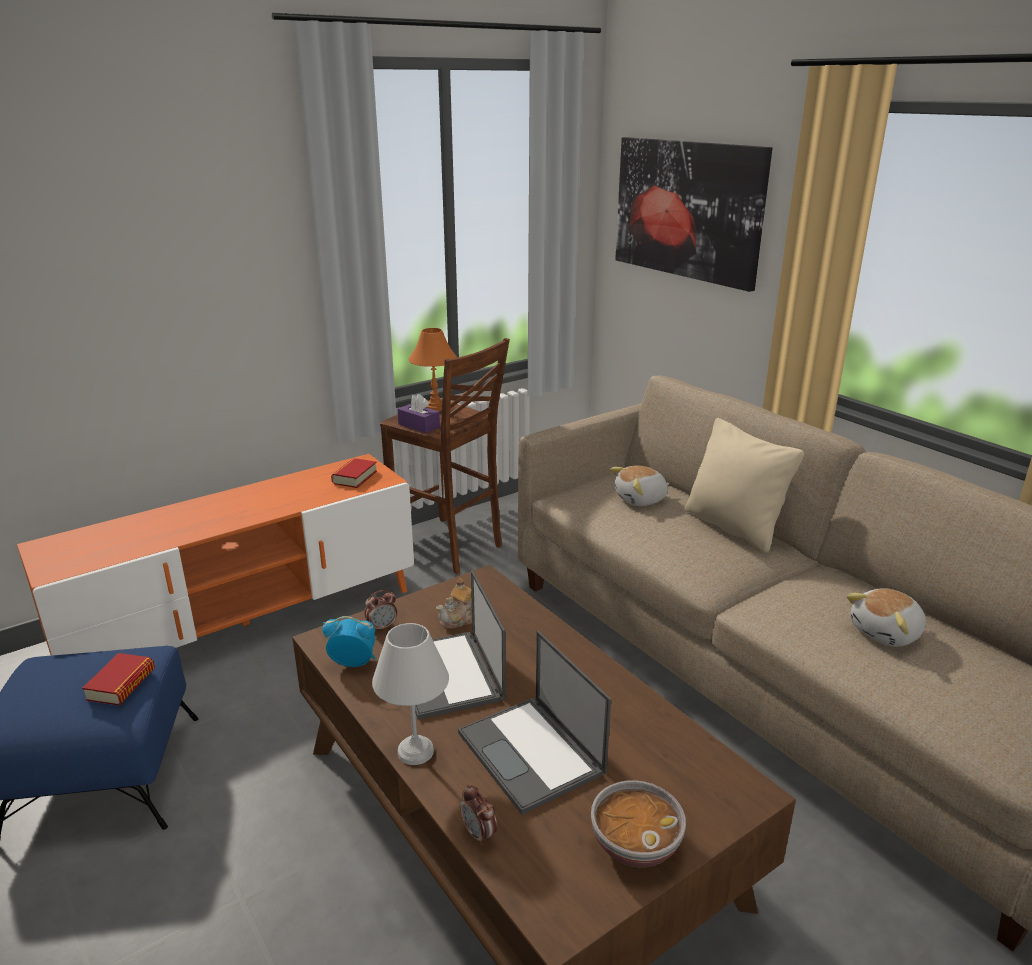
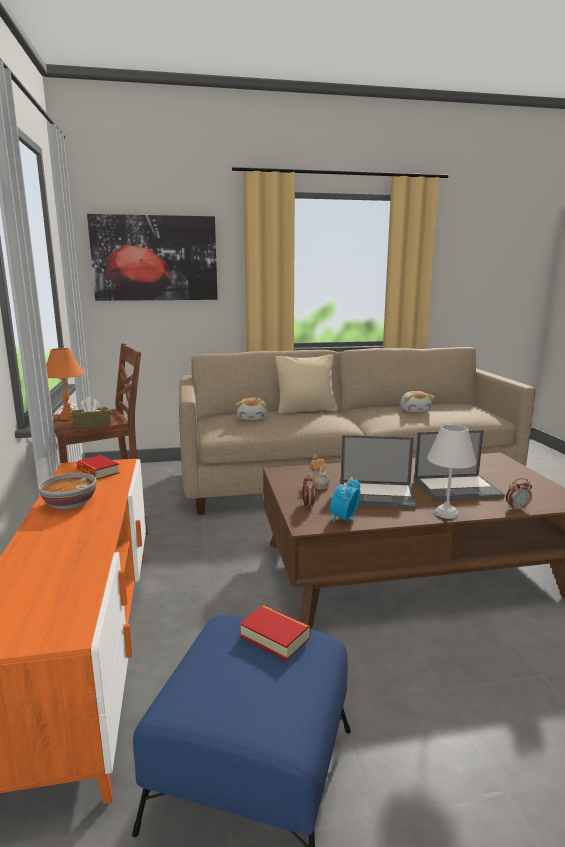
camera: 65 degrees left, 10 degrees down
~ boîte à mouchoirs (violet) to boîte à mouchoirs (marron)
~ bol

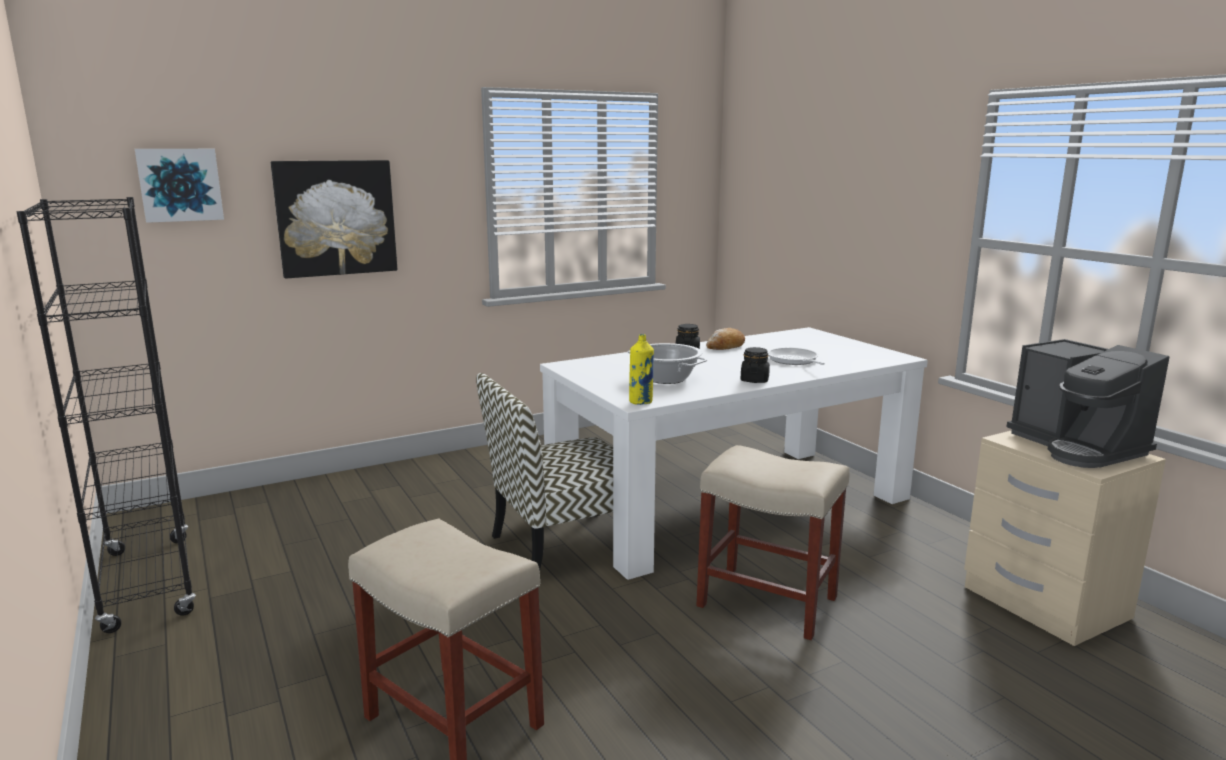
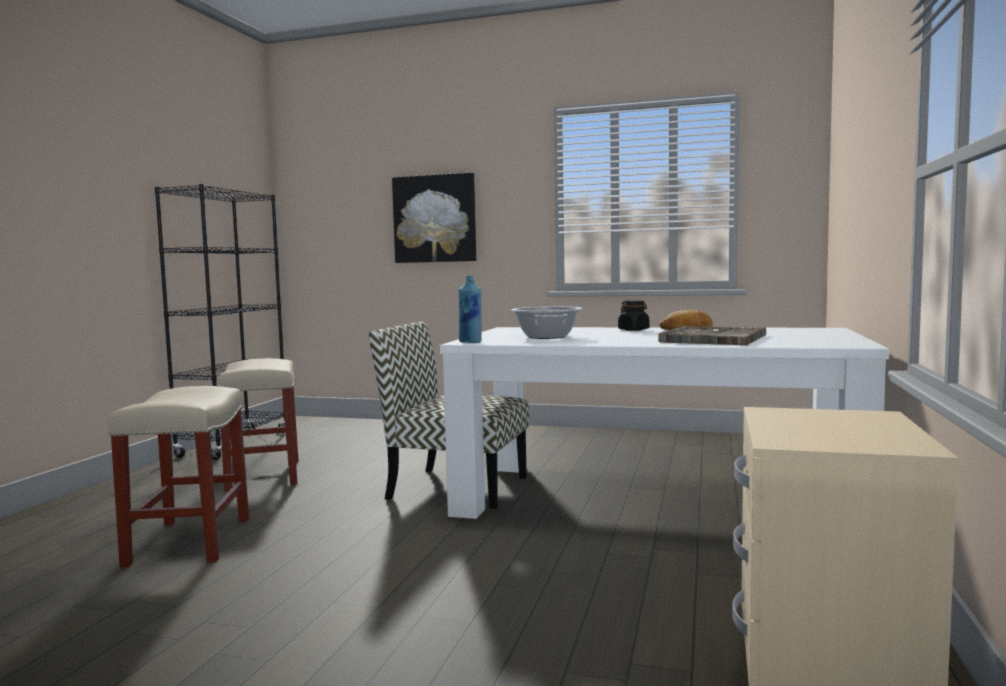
camera: 45 degrees right, 10 degrees down
- tableau (no. 1 from left)
~ bouteille (jaune) to bouteille (bleu)
- machine à café
- bocal (noir) (no. 2 from left)
~ poêle to plateau (gris)
~ tabouret (beige) (no. 2 from left)

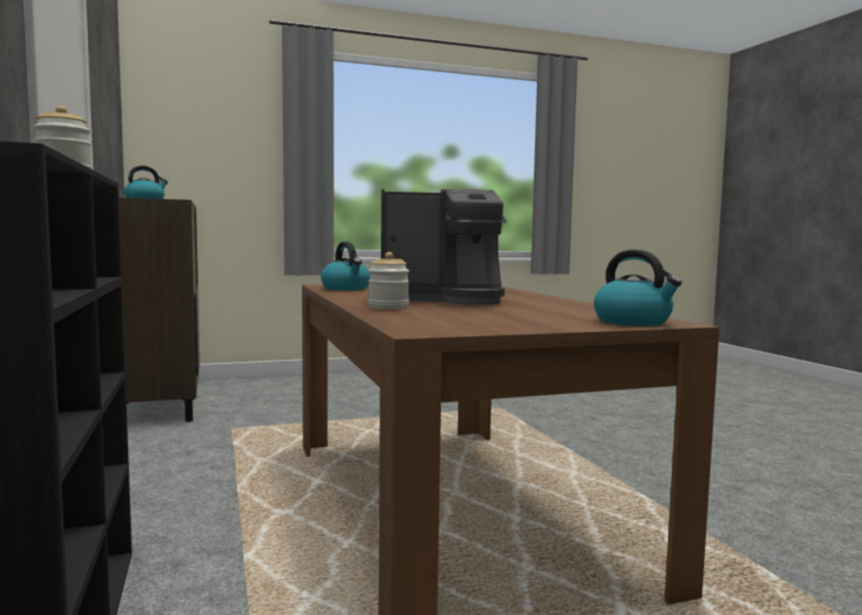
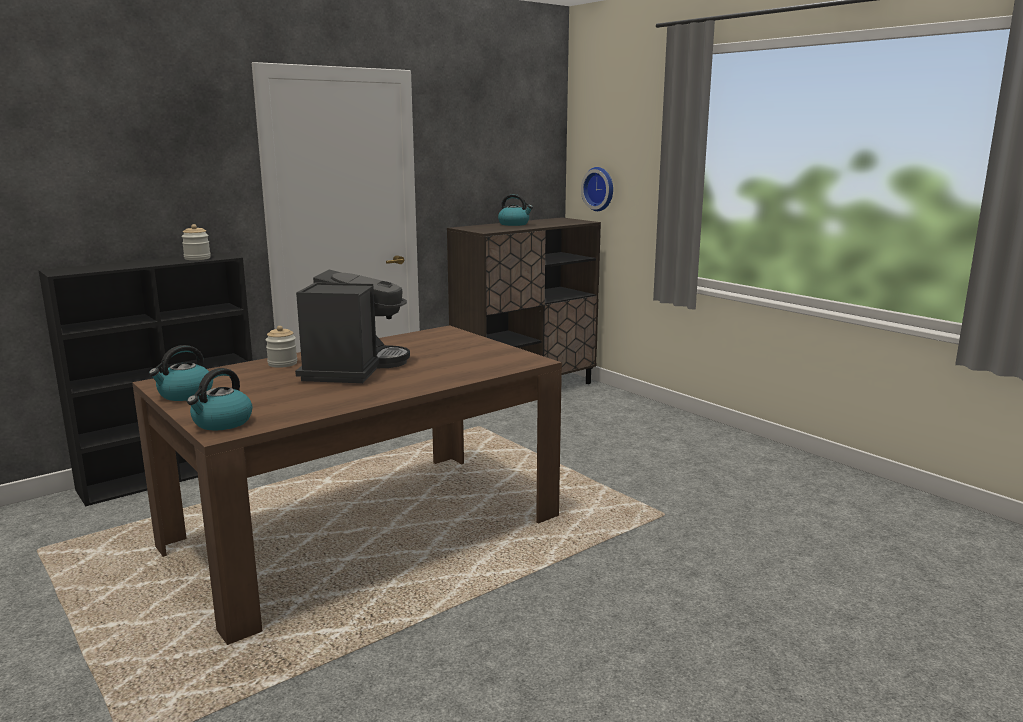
camera: 70 degrees right, 10 degrees up
~ machine à café 150 degrees counterclockwise
~ bouilloire (no. 2 from left in the first image) to bouilloire (no. 1 from left)
+ horloge murale

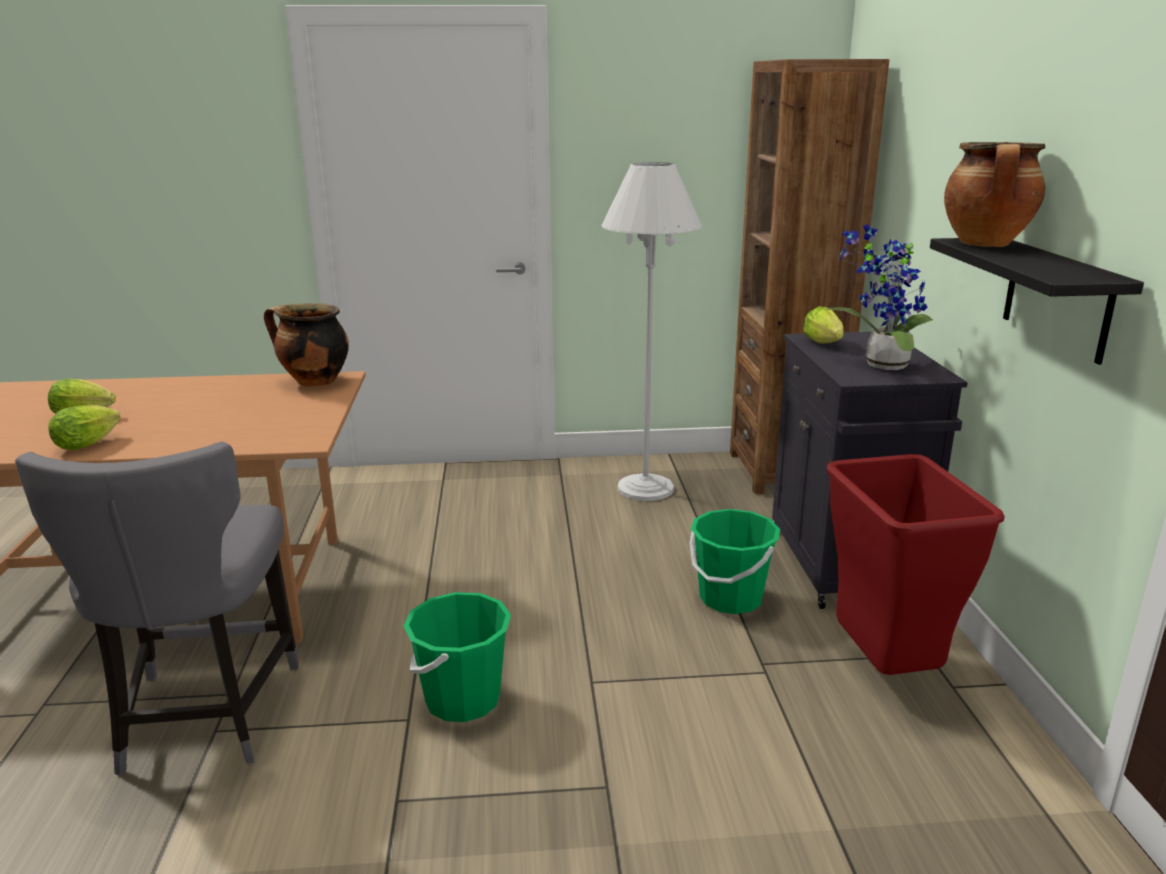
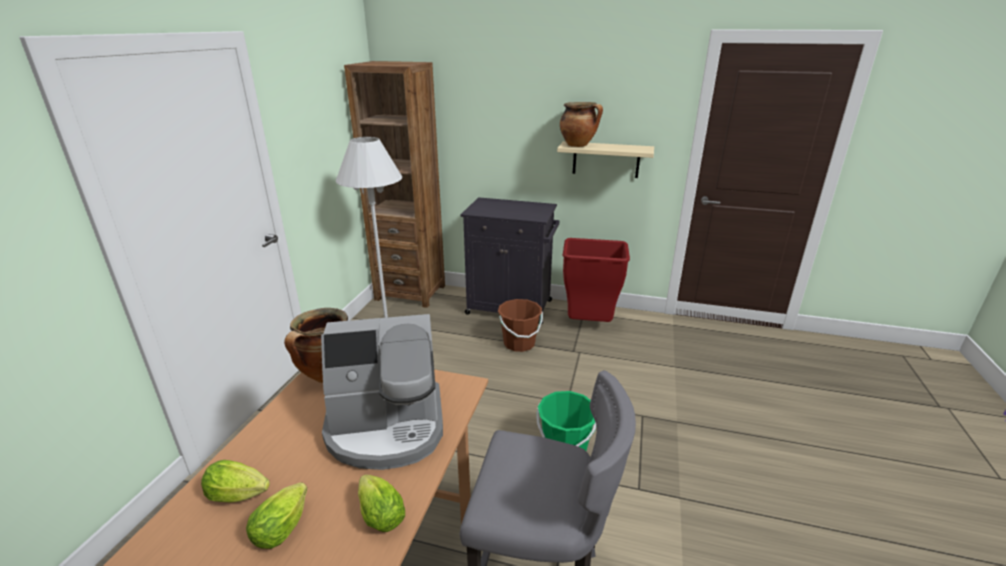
camera: 70 degrees left, 5 degrees up
- plante en pot
~ étagère (noir) to étagère (beige)
~ laitue (no. 3 from left in the first image) to laitue (no. 1 from left)
~ seau (vert) (no. 2 from left) to seau (marron)
+ machine à café

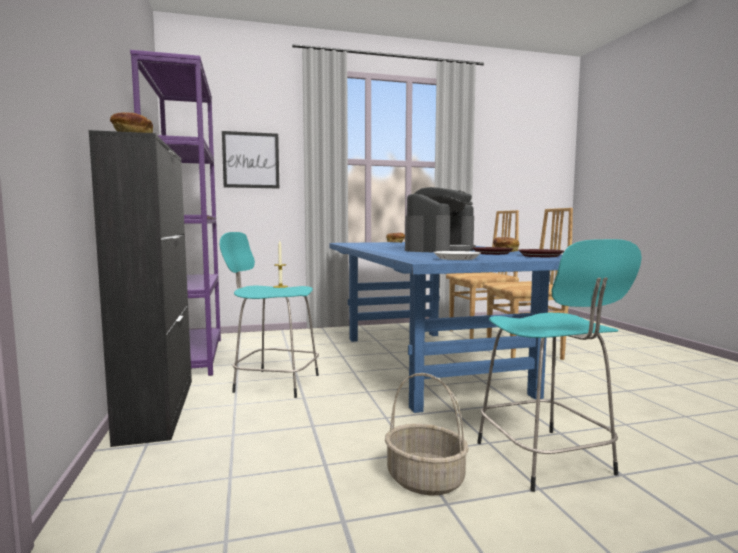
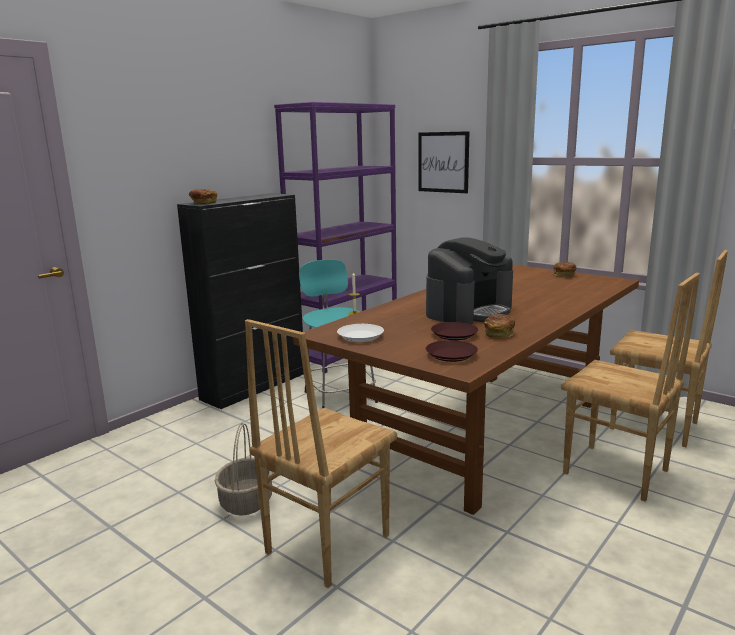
camera: 55 degrees right, 10 degrees up
~ machine à café 45 degrees counterclockwise
~ tabouret (turquoise) (no. 2 from left) to chaise (marron) (no. 1 from left)
~ table à manger (bleu) to table à manger (marron)

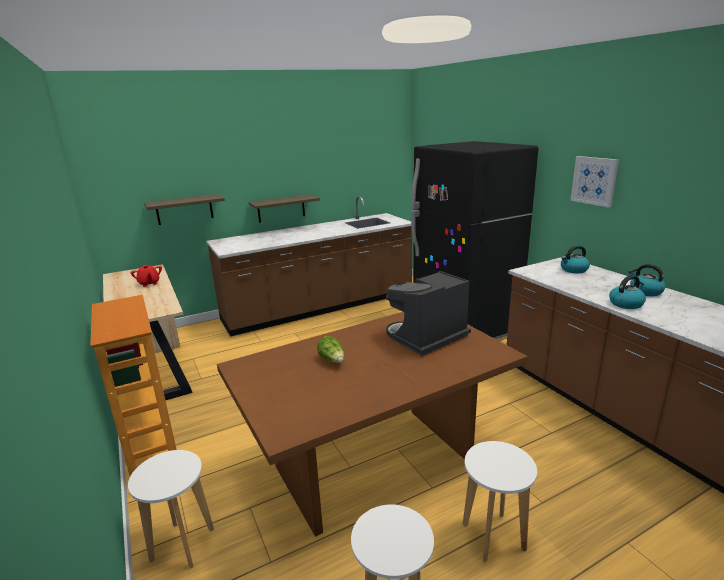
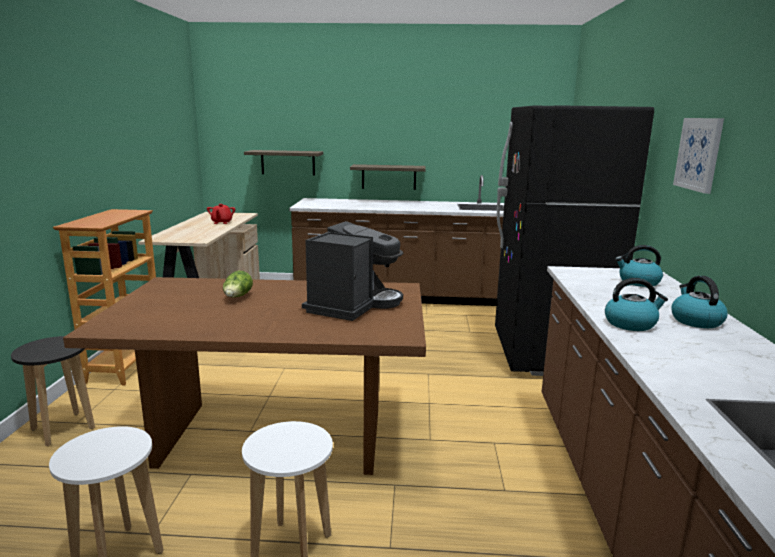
camera: 30 degrees right, 5 degrees down
~ machine à café 120 degrees clockwise
~ tabouret (blanc) (no. 1 from left) to tabouret (noir)

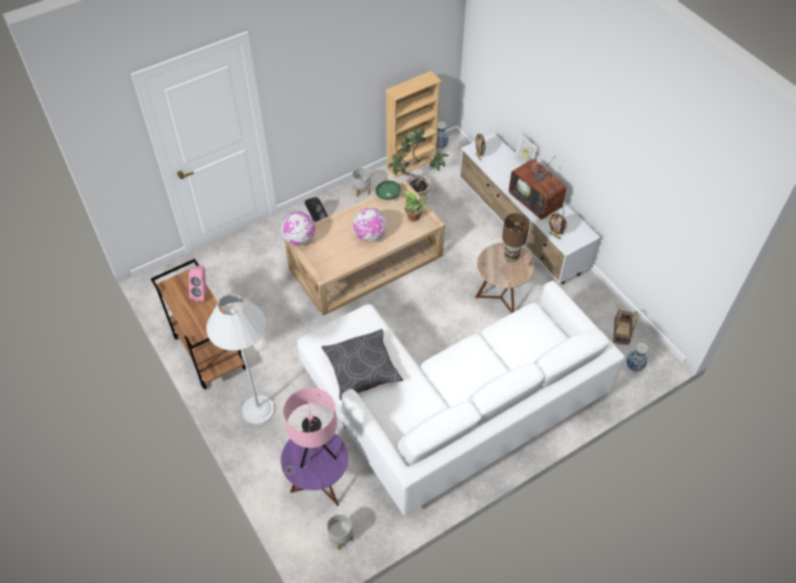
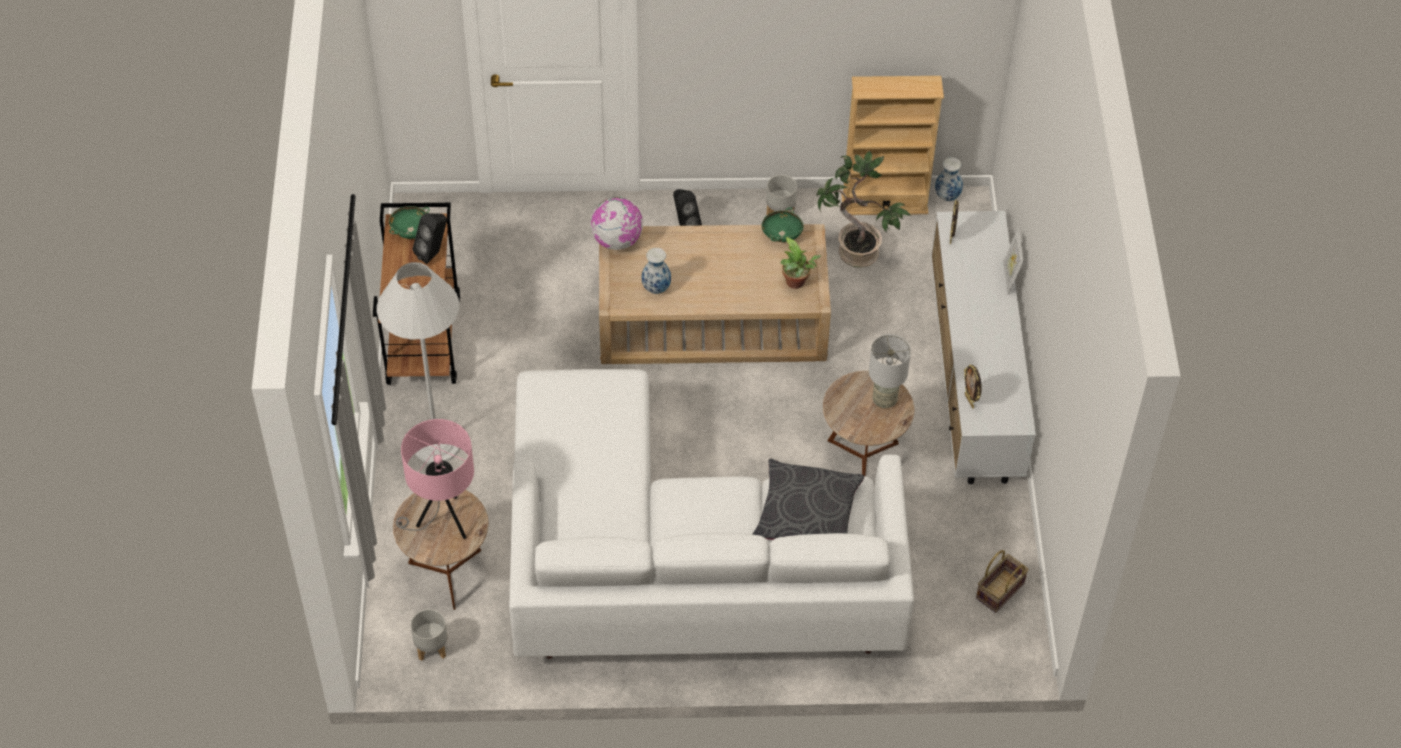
camera: 30 degrees right, 0 degrees up
- téléviseur
- globe (no. 2 from left)
~ lampe de table (marron) to lampe de table (gris)
~ enceinte (rose) to enceinte (noir) (no. 1 from left)
~ coussin (gris)
~ vase (no. 2 from left in the first image) to vase (no. 1 from left)
~ table d'appoint (violet) to table d'appoint (marron) (no. 1 from left)
+ bol (vert) (no. 1 from left)

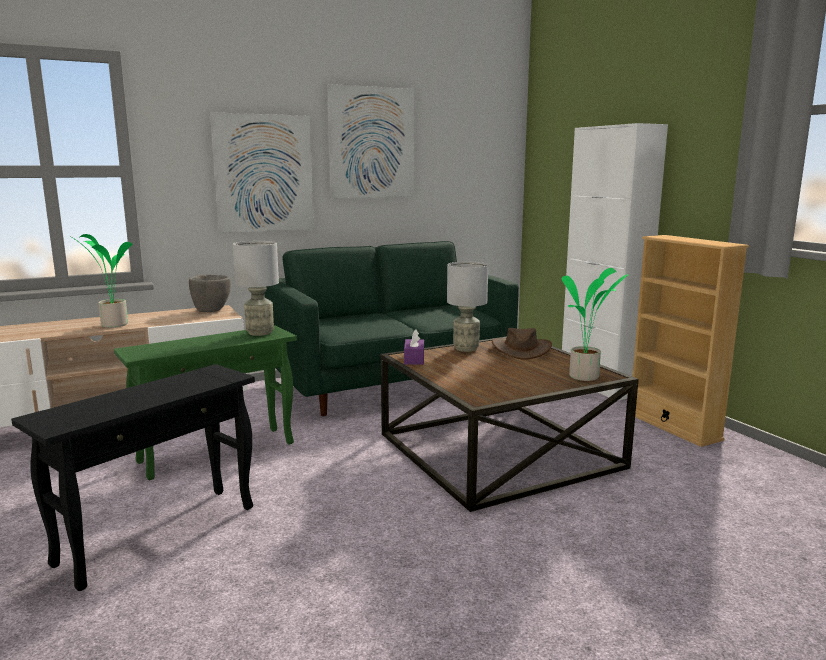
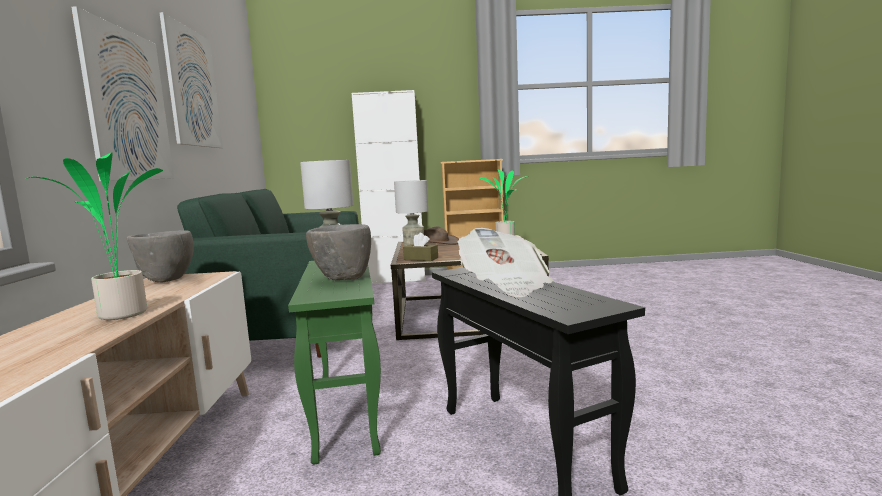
camera: 65 degrees left, 5 degrees down
~ boîte à mouchoirs (violet) to boîte à mouchoirs (marron)
+ bol (gris) (no. 2 from left)
+ journal

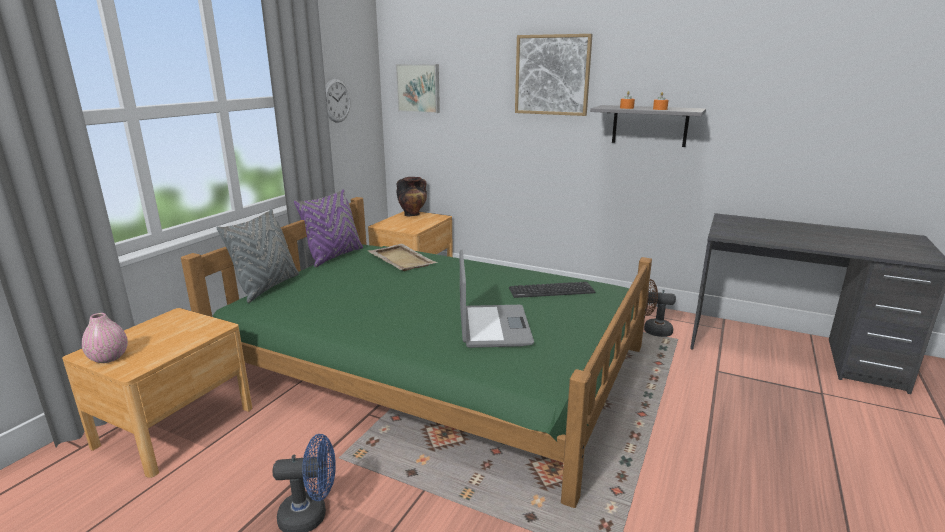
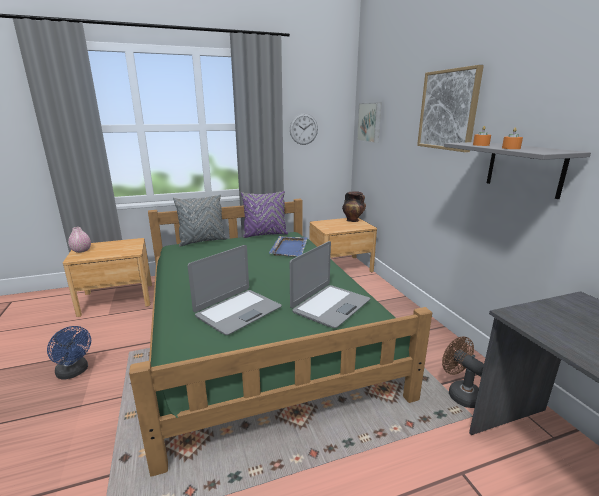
camera: 45 degrees right, 0 degrees up
~ plateau (beige) to plateau (bleu)
~ clavier to ordinateur portable (no. 2 from left)

